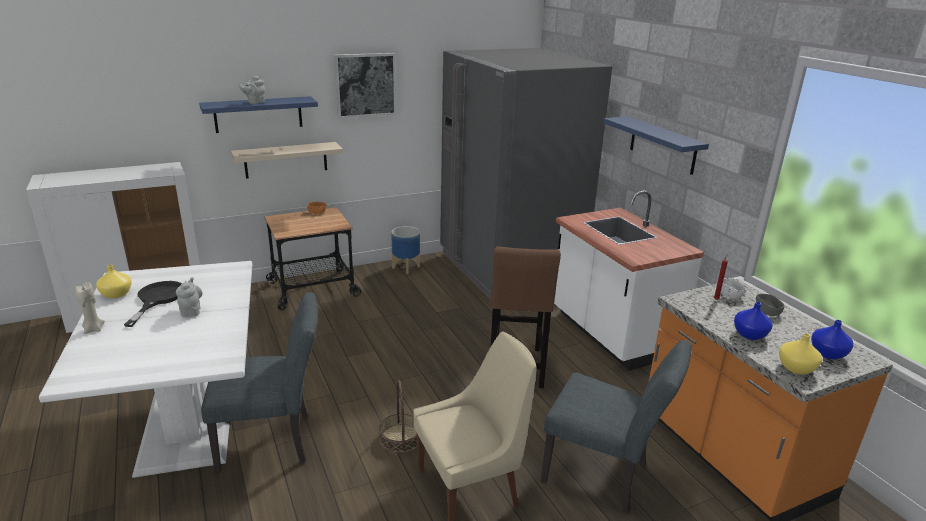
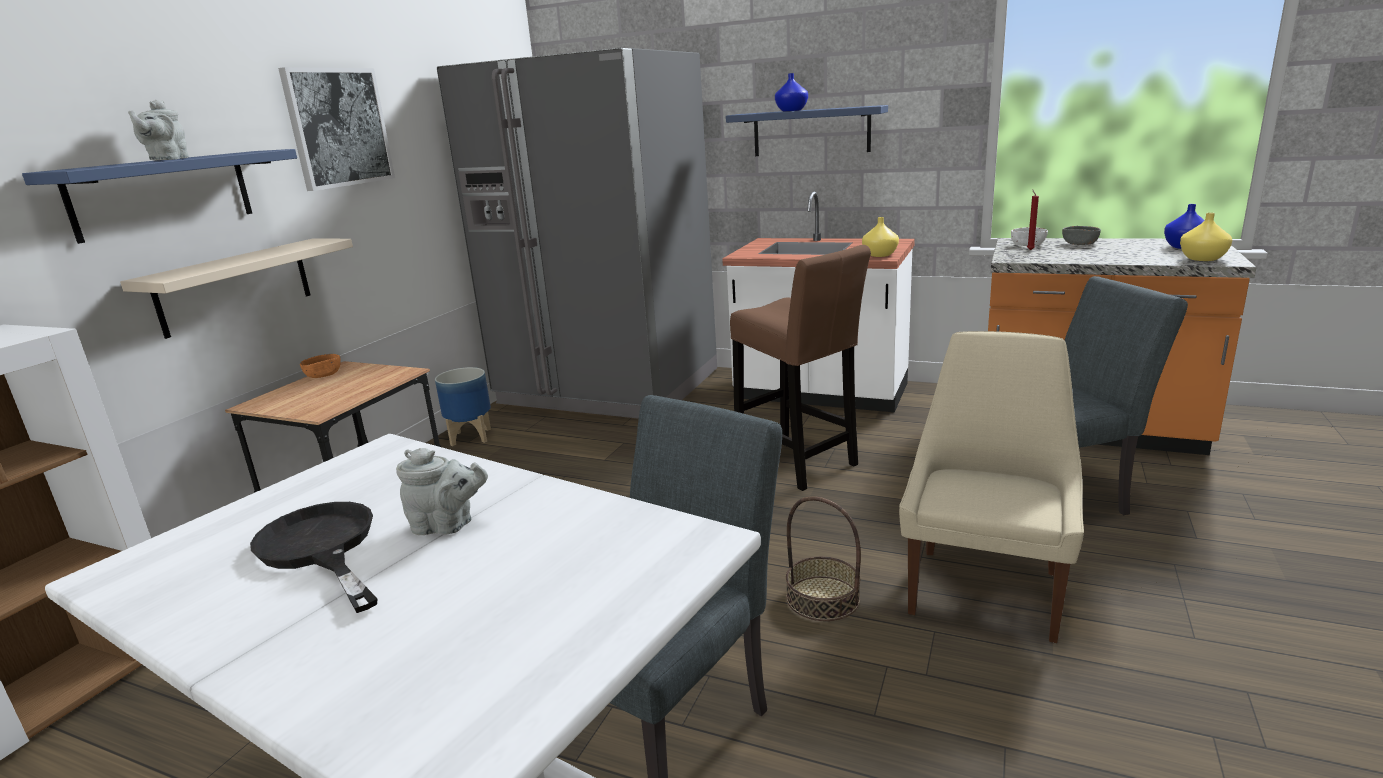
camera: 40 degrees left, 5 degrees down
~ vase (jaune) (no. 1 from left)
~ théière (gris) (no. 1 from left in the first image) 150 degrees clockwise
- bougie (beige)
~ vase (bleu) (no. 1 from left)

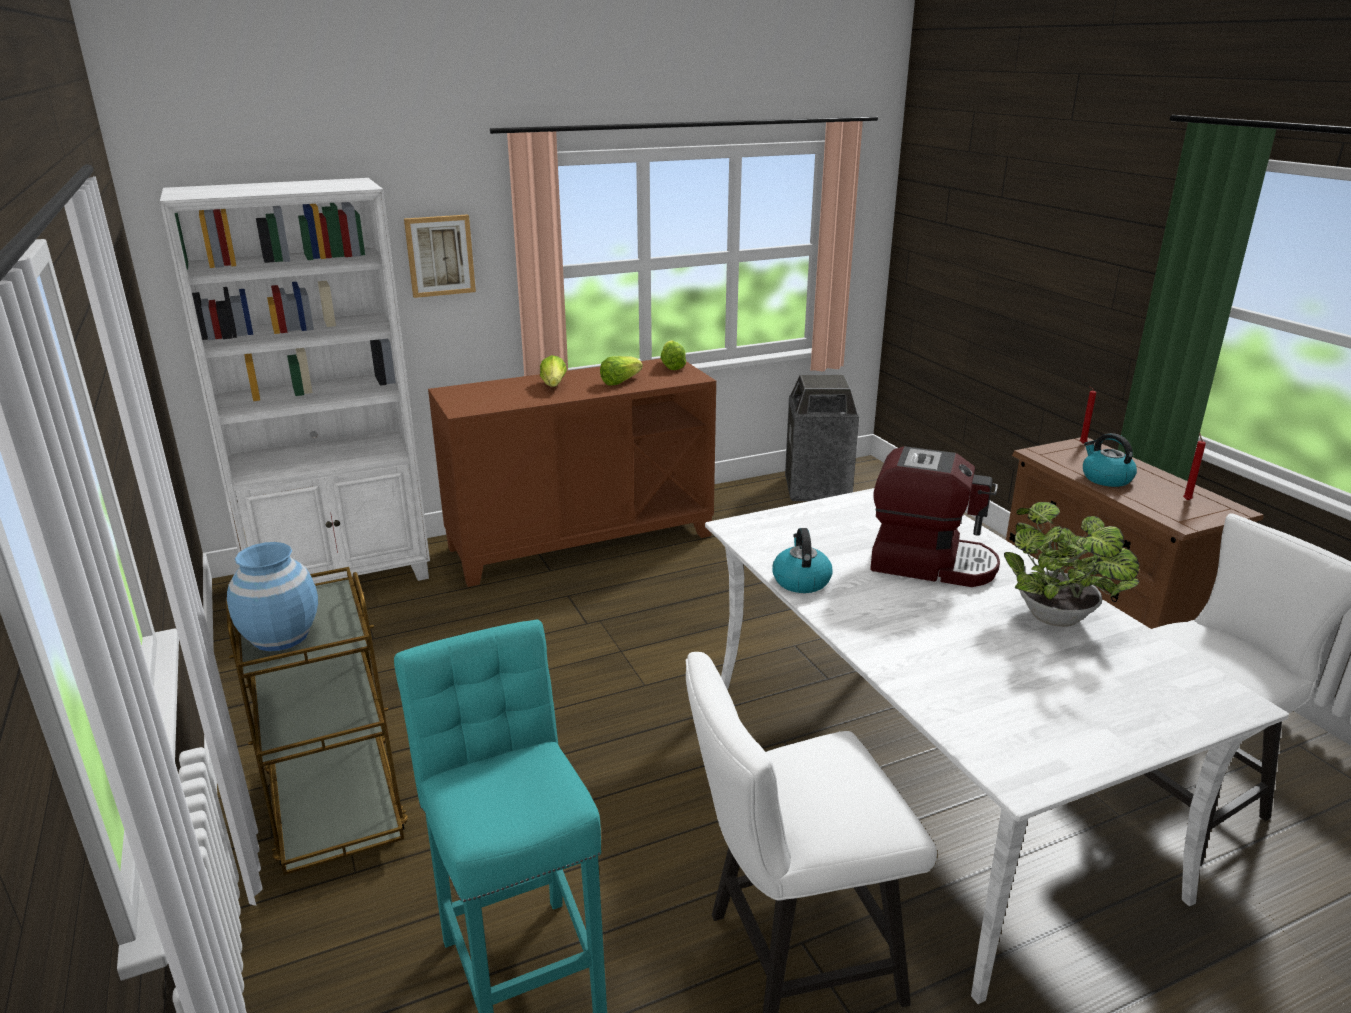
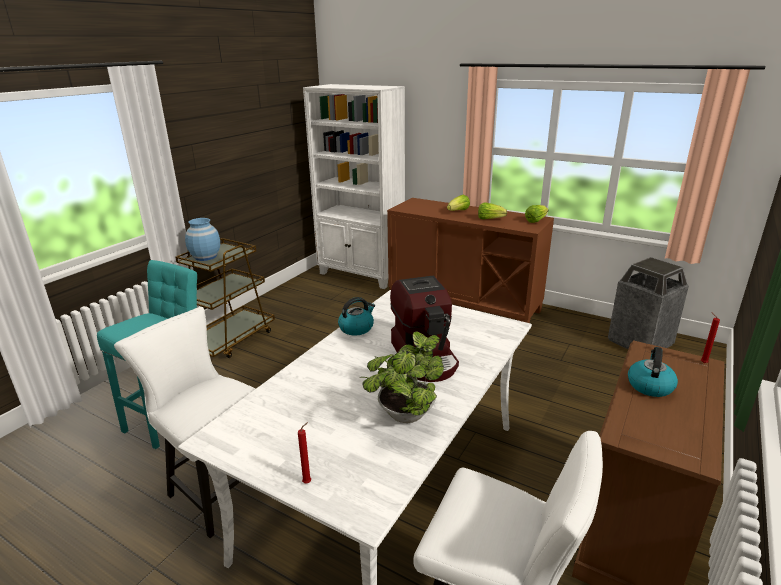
camera: 55 degrees right, 0 degrees up
- tableau
~ bougie (rouge) (no. 2 from left in the first image) to bougie (rouge) (no. 1 from left)

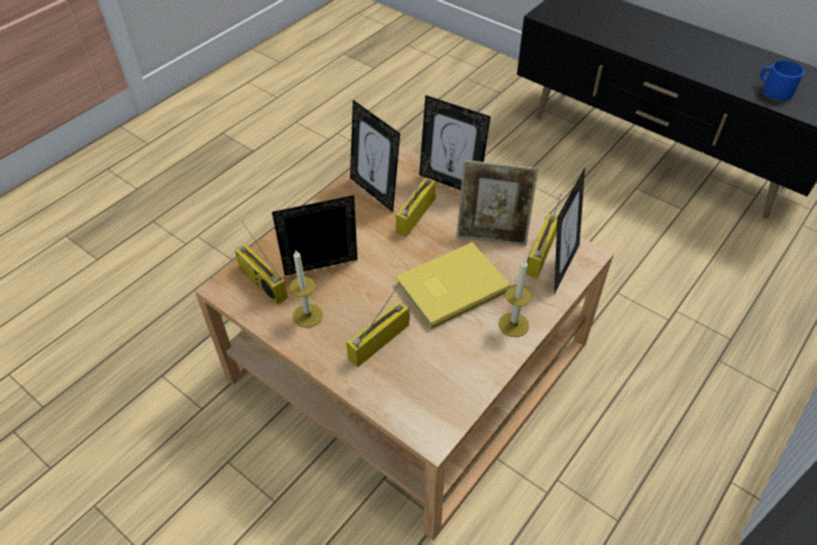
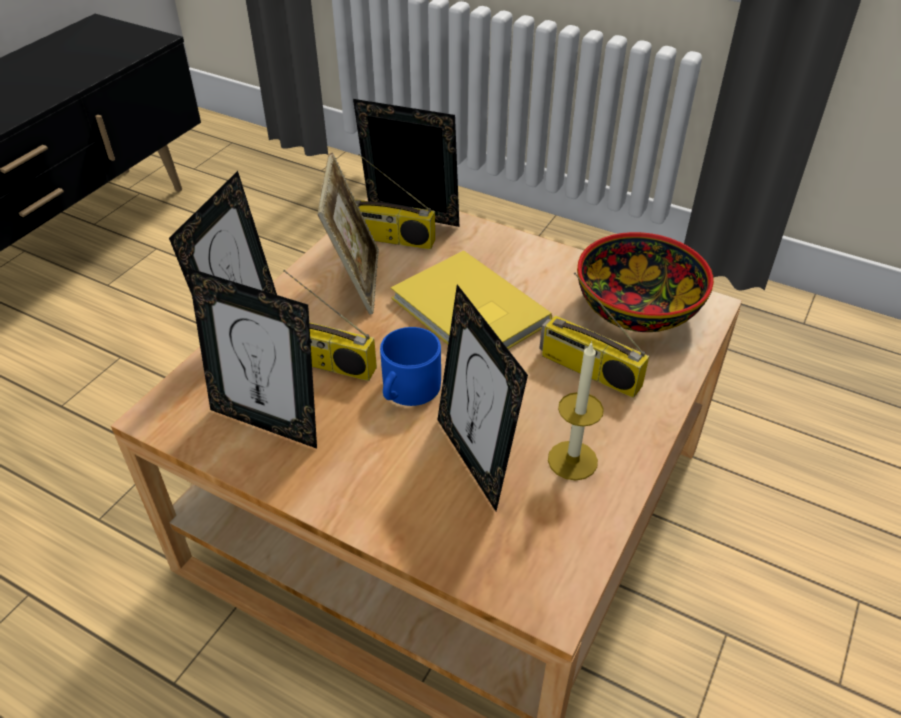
camera: 100 degrees left, 5 degrees down
~ mug (bleu)
~ cadre photo (no. 2 from left) 75 degrees clockwise
- radio (no. 1 from left)
- bougie (no. 2 from left)
+ bol

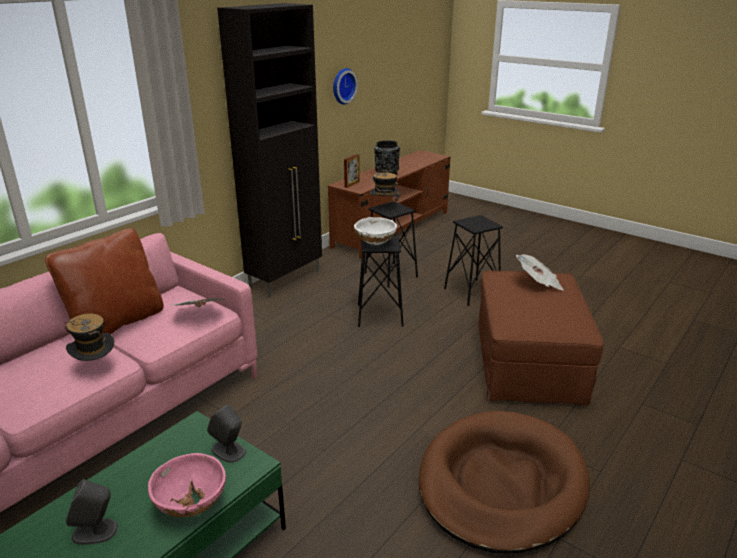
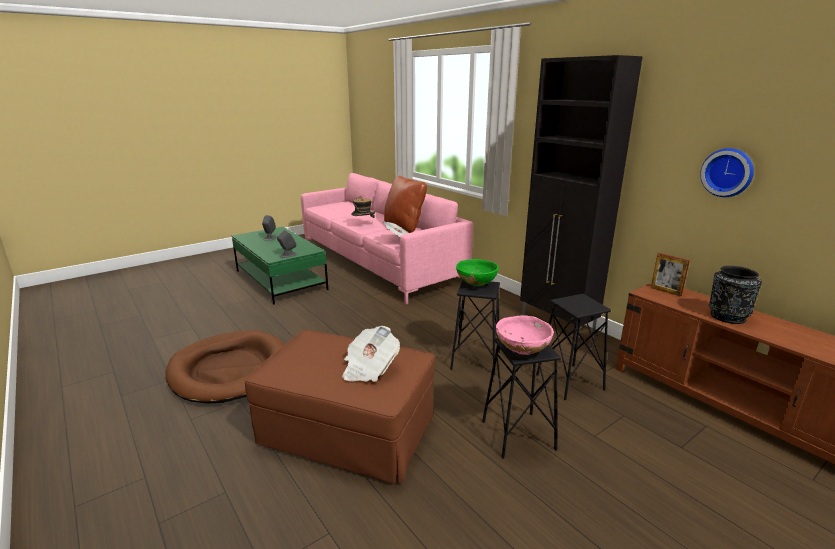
camera: 105 degrees right, 5 degrees down
- chapeau (no. 2 from left)
~ bol (blanc) to bol (vert)
~ bol (rose)

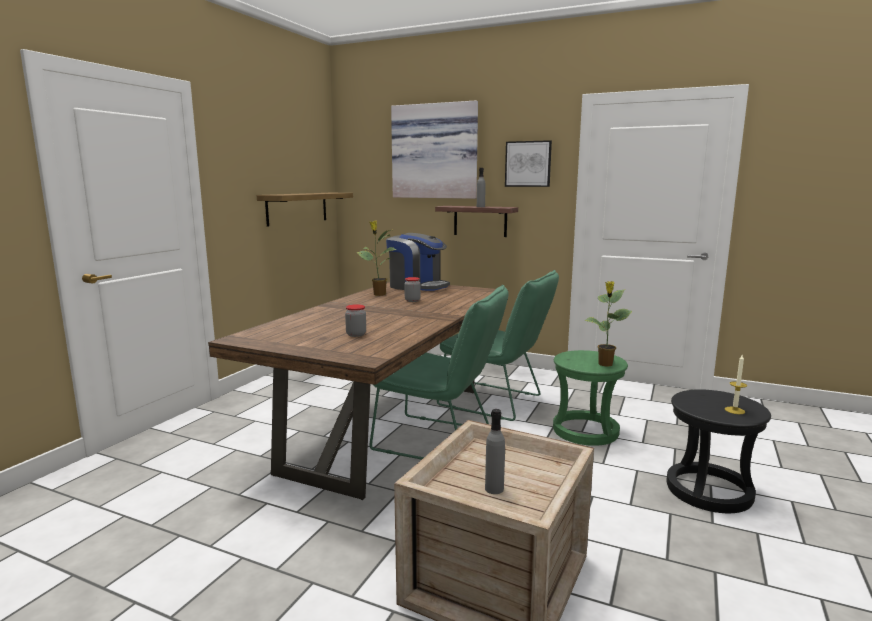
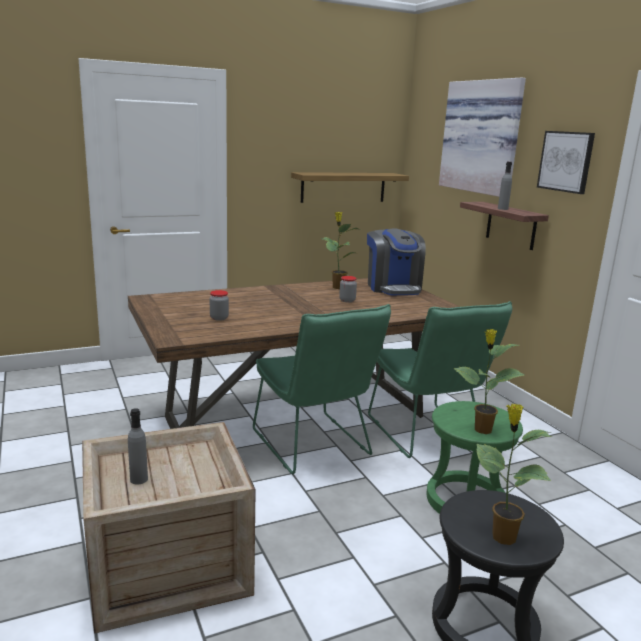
camera: 40 degrees right, 5 degrees up
~ bougie to plante en pot (no. 3 from left)

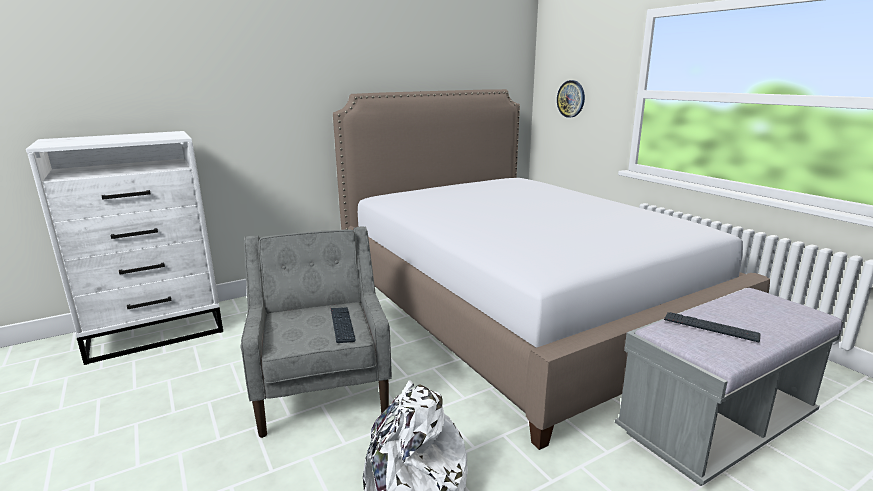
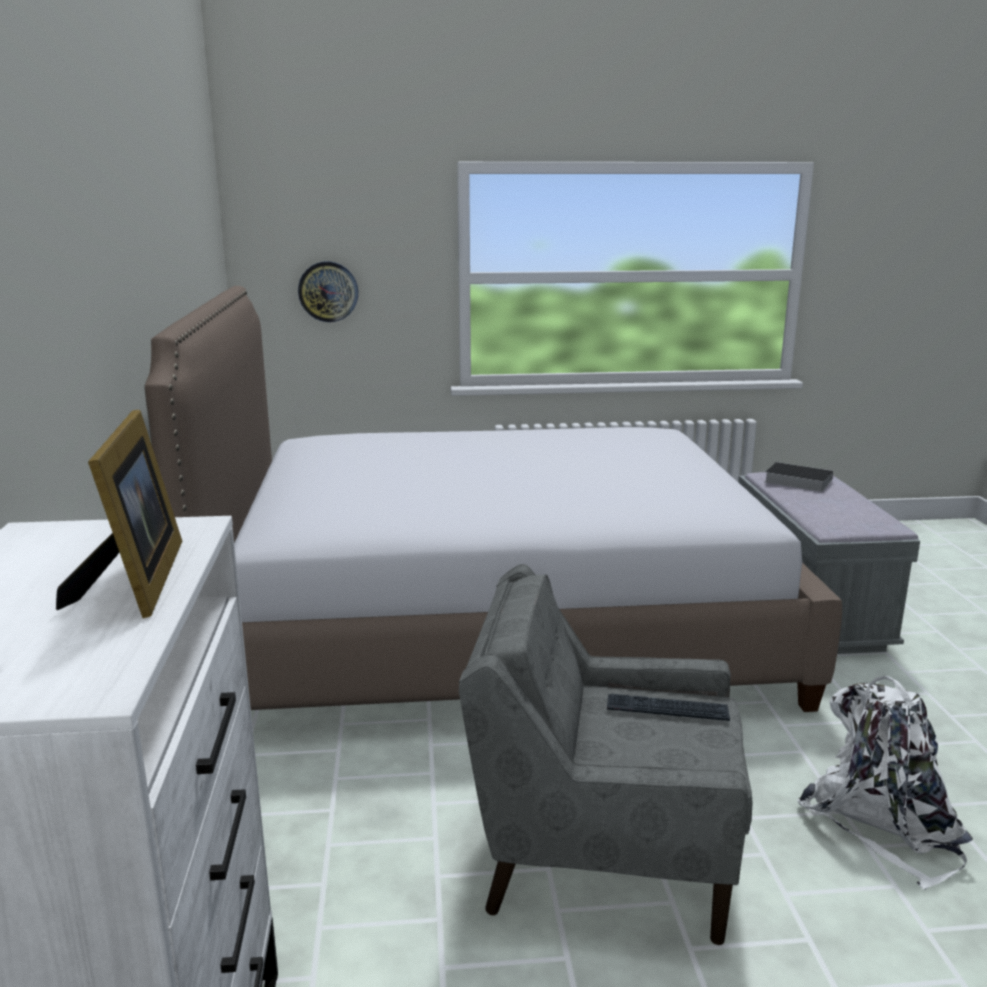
camera: 65 degrees left, 0 degrees up
- clavier (no. 2 from left)
+ cadre photo
+ livre

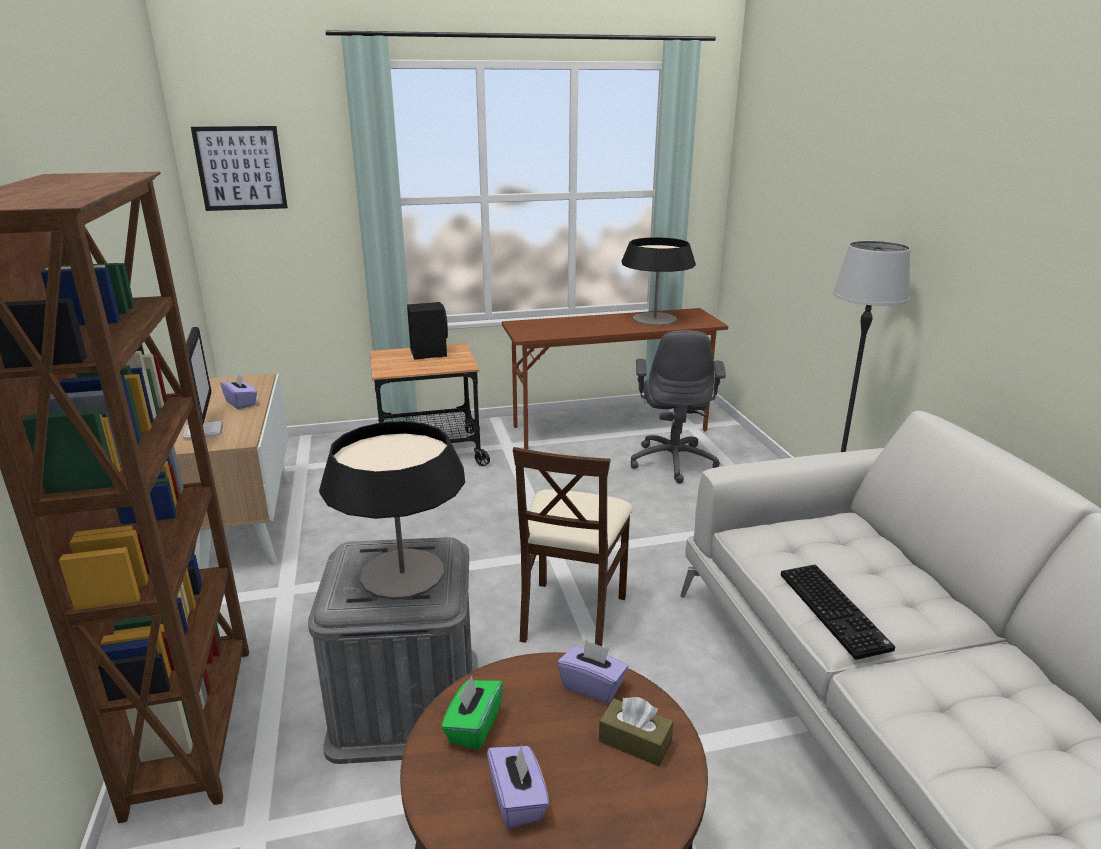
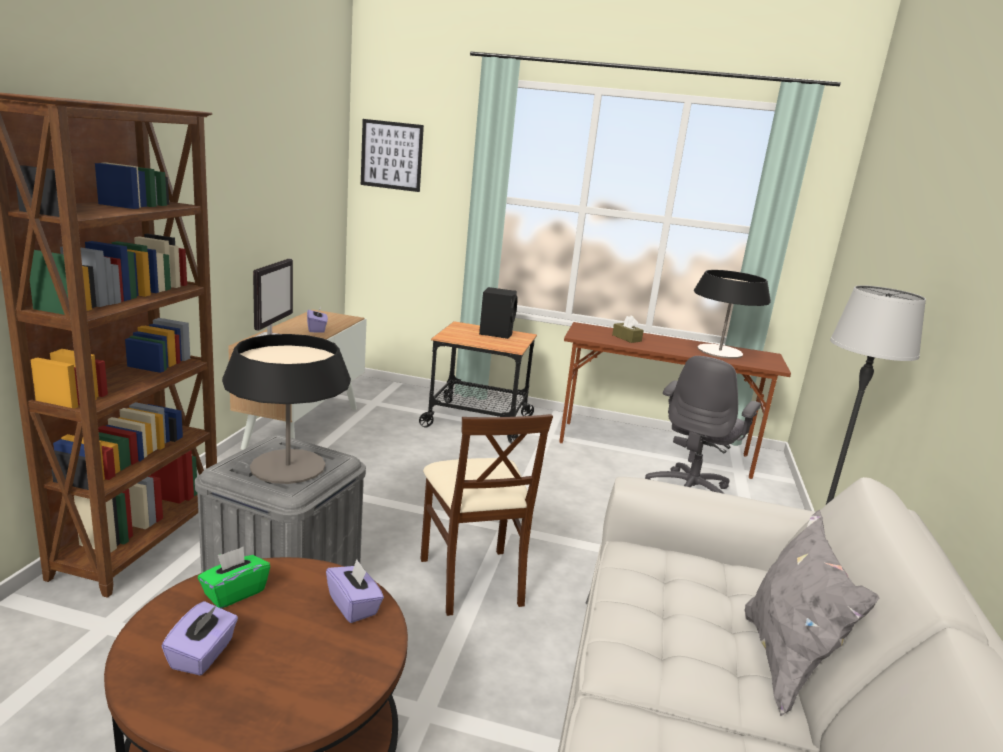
camera: 25 degrees right, 5 degrees down
~ chaise (beige) 60 degrees counterclockwise
- clavier
~ boîte à mouchoirs (marron)
+ coussin (gris)

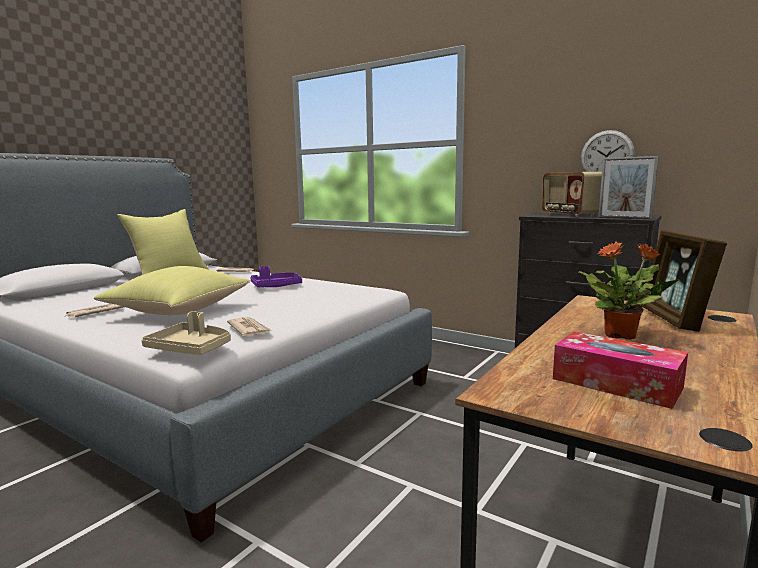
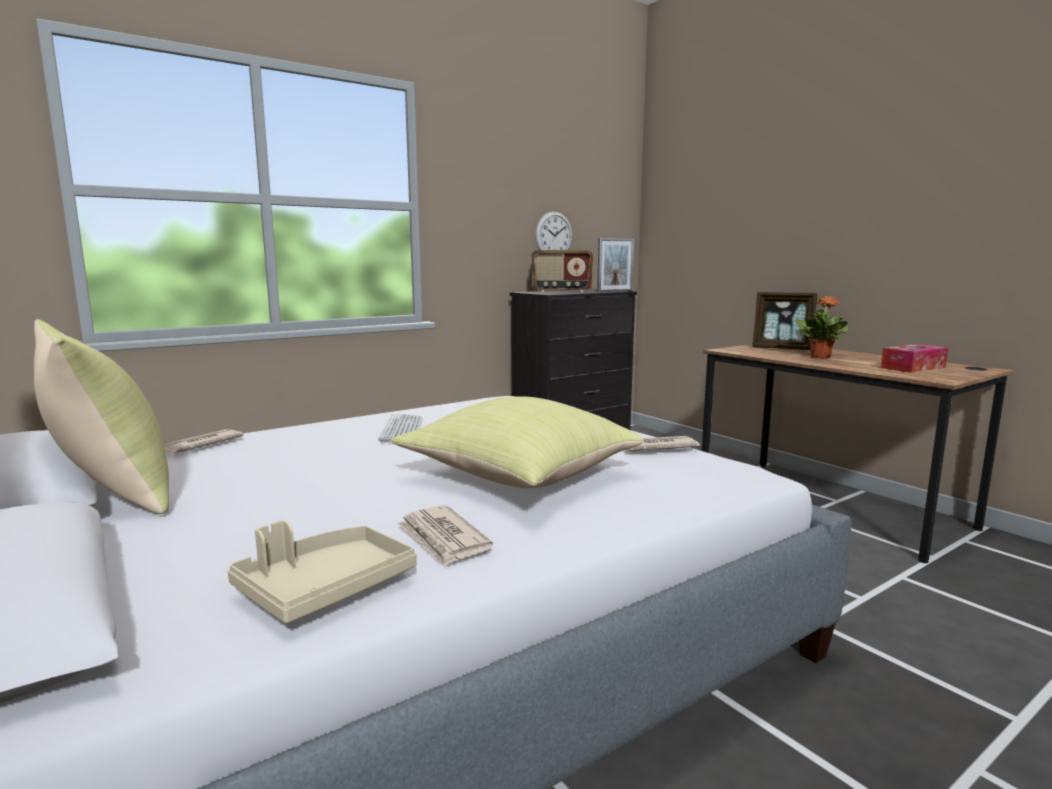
camera: 70 degrees left, 0 degrees up
~ plateau (violet) to clavier
~ plateau (beige)

